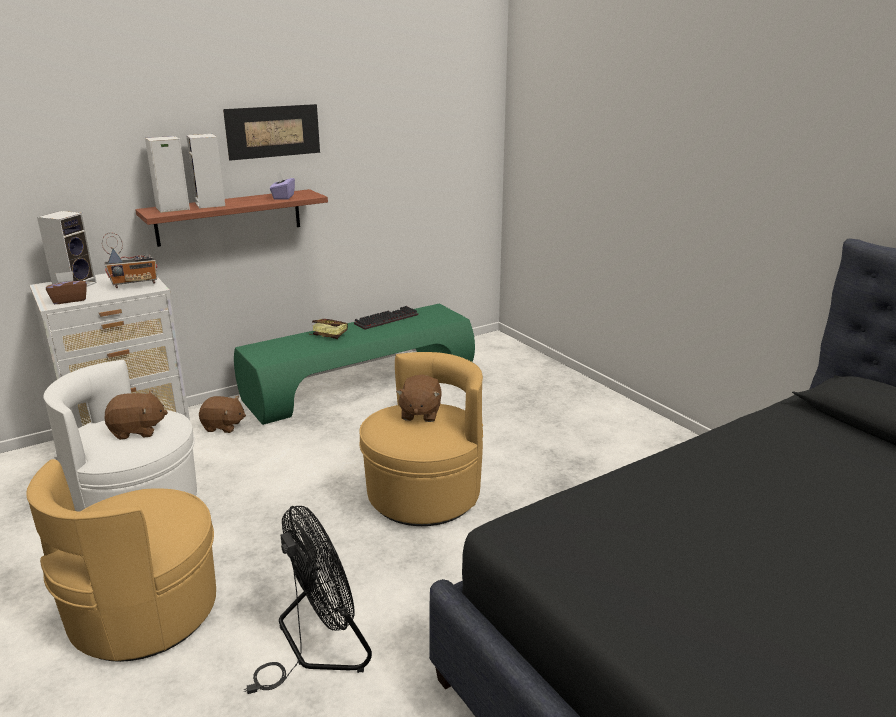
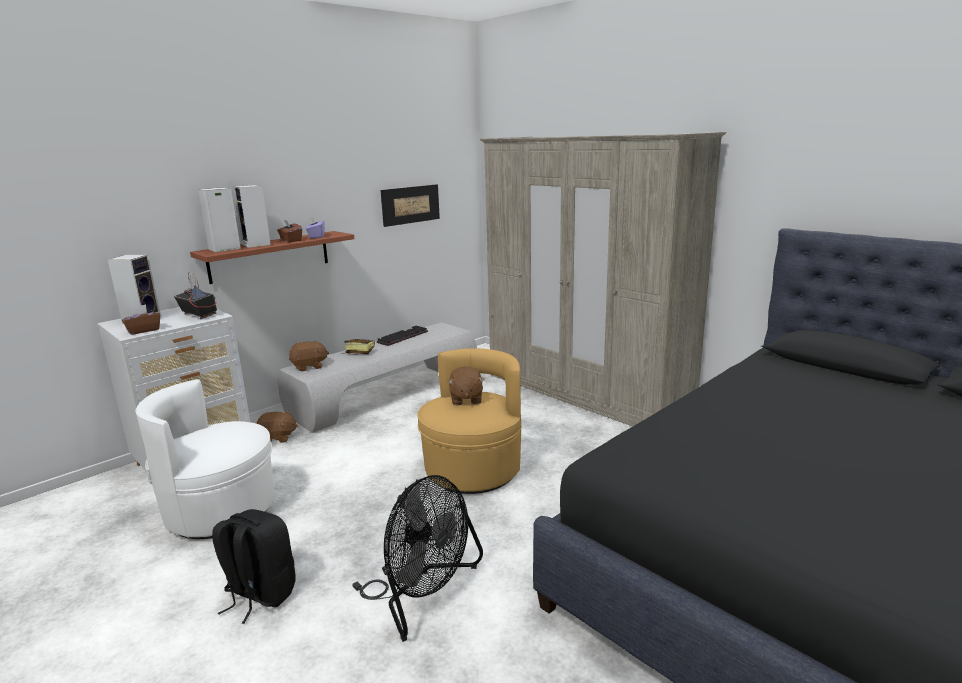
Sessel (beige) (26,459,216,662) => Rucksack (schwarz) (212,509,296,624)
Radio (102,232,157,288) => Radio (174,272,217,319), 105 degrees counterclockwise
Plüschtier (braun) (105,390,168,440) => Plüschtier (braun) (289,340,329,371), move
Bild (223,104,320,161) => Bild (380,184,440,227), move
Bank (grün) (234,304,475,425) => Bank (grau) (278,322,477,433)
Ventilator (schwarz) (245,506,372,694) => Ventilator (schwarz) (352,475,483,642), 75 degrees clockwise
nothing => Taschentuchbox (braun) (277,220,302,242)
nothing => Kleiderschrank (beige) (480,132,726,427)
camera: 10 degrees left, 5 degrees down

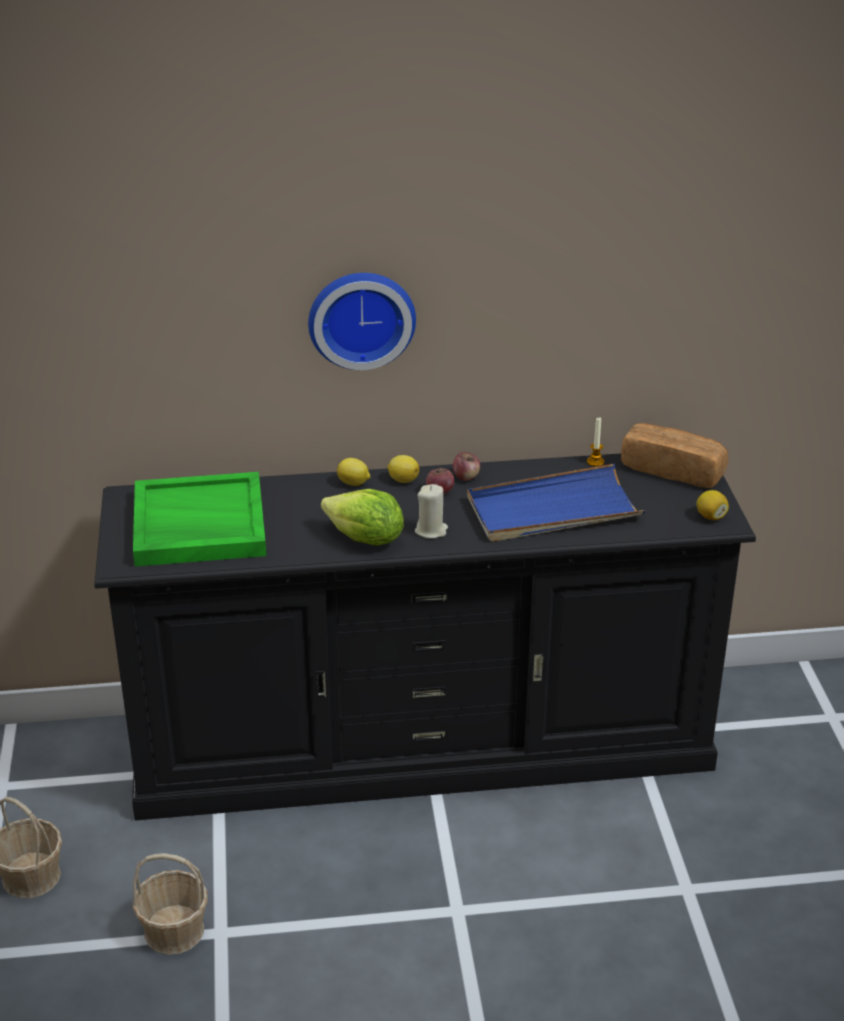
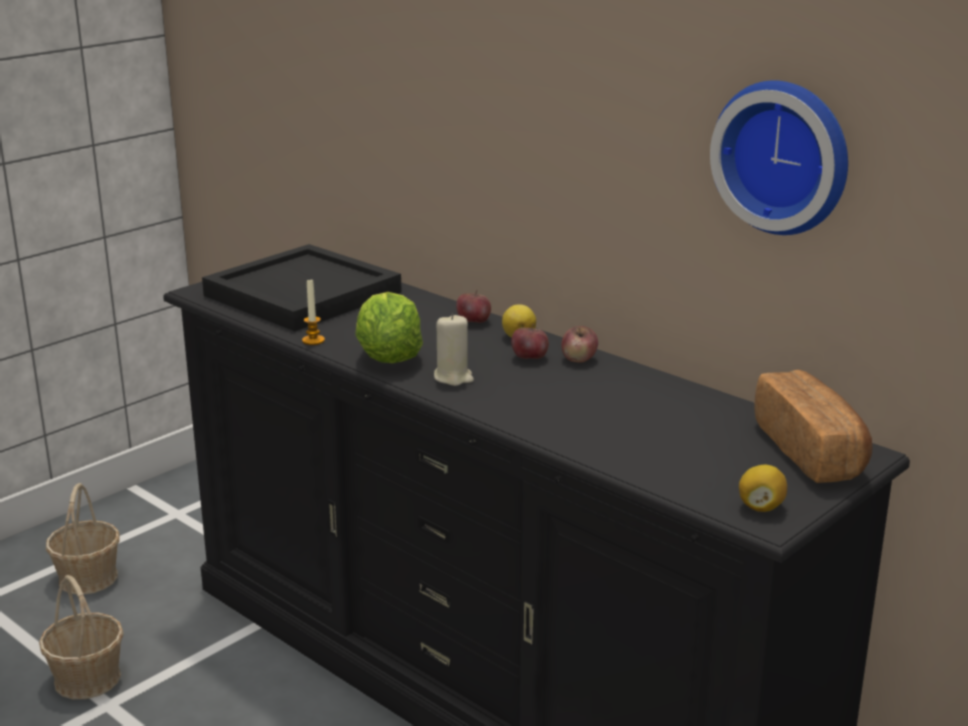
Tablett (grün) (133,472,266,567) => Tablett (schwarz) (202,244,402,331)
Wanduhr (308,273,416,370) => Wanduhr (710,80,848,235), move
Zitrone (337,458,370,486) => Apfel (456,290,491,323)
Tablett (blau) (467,464,646,542) => nothing
Kerze (587,417,605,467) => Kerze (302,280,325,345), move
camera: 50 degrees right, 10 degrees down

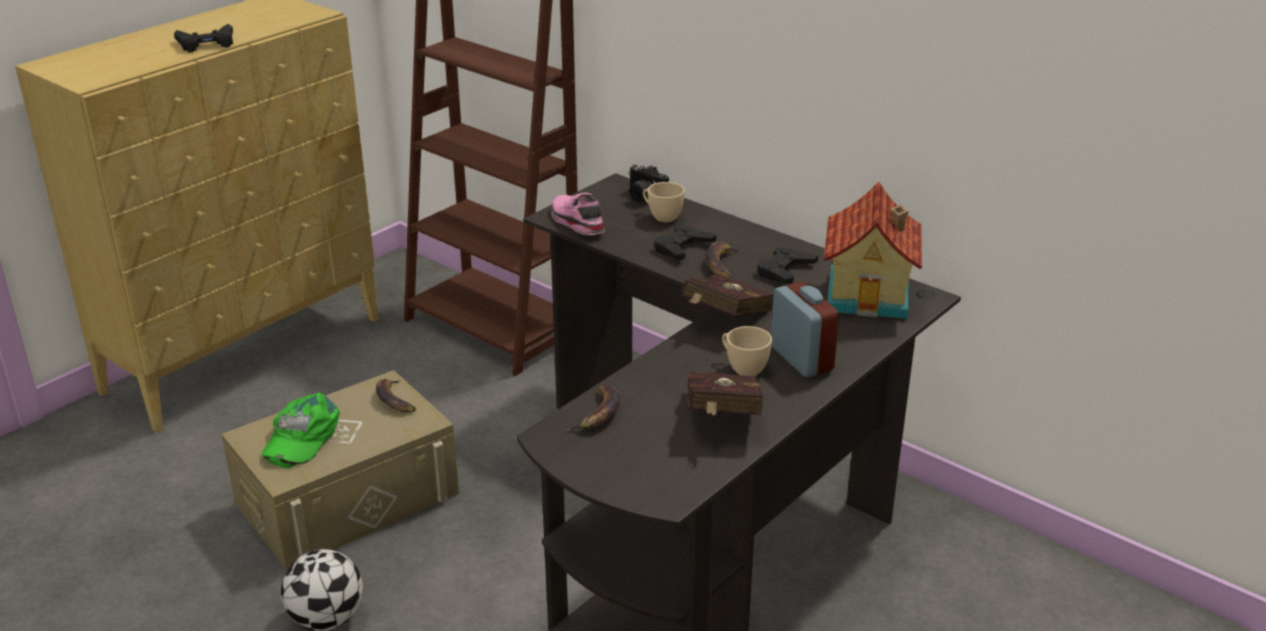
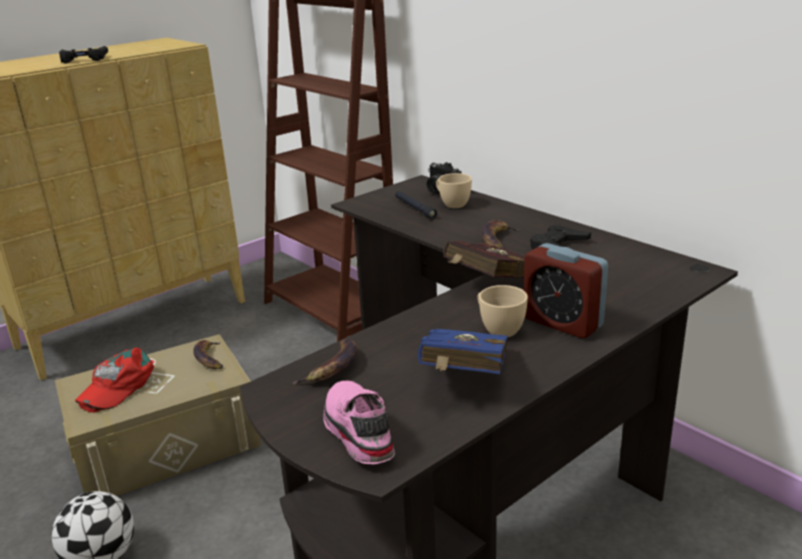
Kappe (grün) (262,393,340,468) => Kappe (rot) (75,348,154,413)
Schuh (rosa) (551,192,605,235) => Schuh (rosa) (323,381,395,464), move
Gamepad (schwarz) (654,225,716,260) => nothing
Buch (rot) (687,372,763,416) => Buch (blau) (418,329,508,374)
Wecker (771,282,839,377) => Wecker (524,243,608,338), 150 degrees clockwise
Spielzeughaus (824,181,922,319) => nothing
nothing => Taschenlampe (schwarz) (395,191,437,220)
camera: 10 degrees right, 5 degrees down

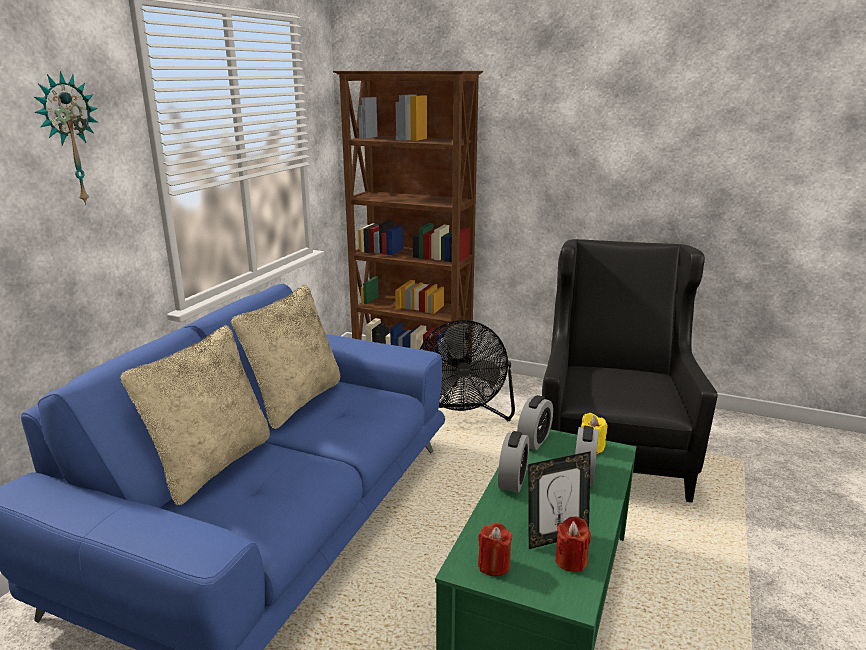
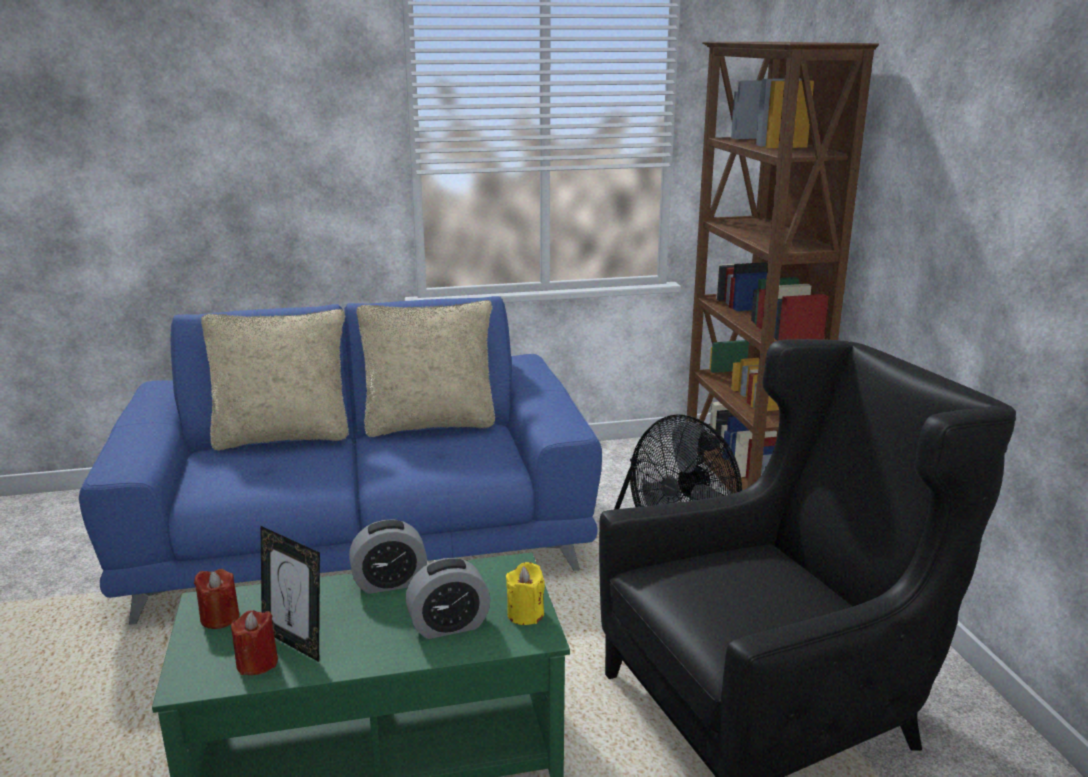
Wanduhr (34,71,98,205) => nothing
Wecker (517,395,553,450) => nothing
camera: 55 degrees right, 0 degrees up

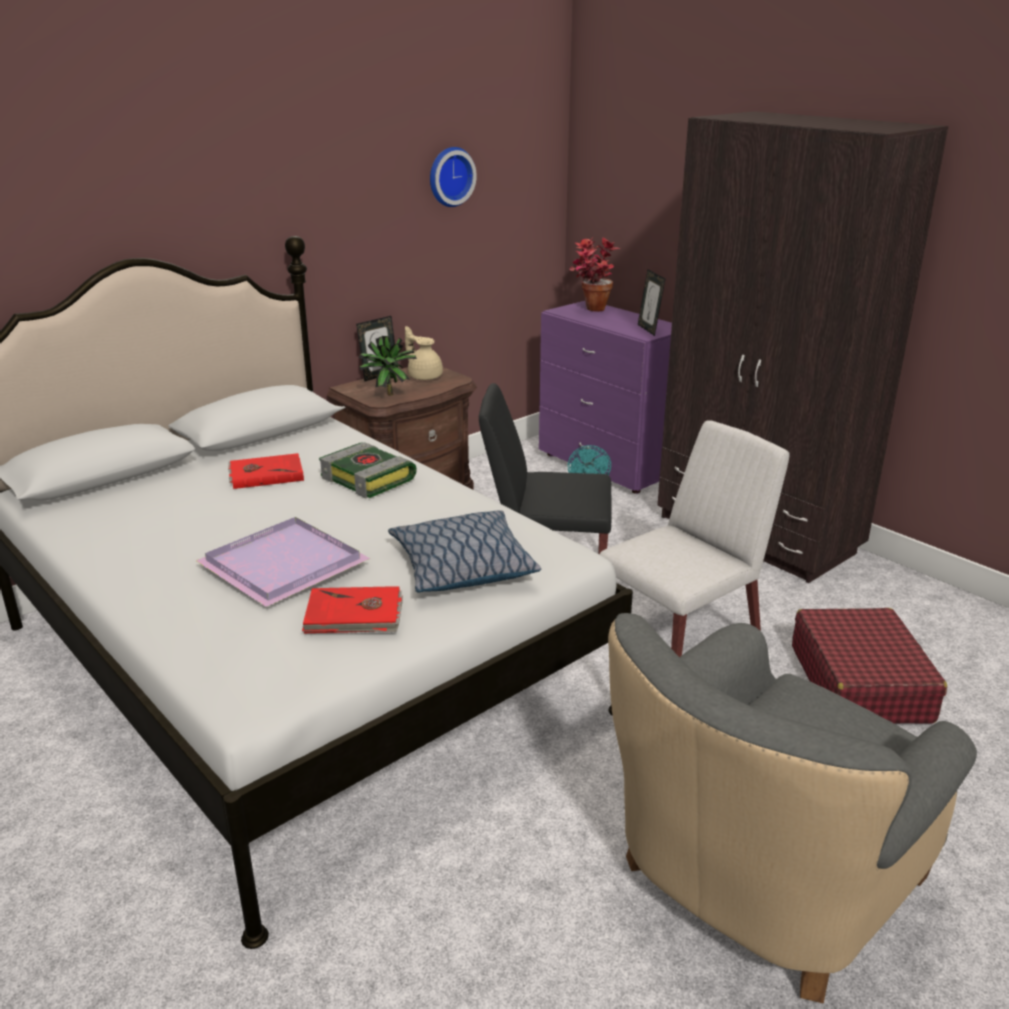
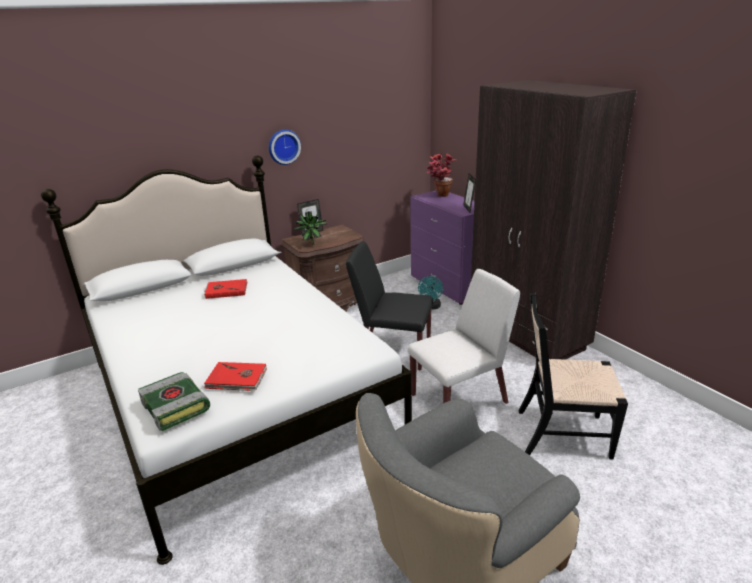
Tablett (lila) (196,517,371,607) => nothing
Buch (319,442,417,498) => Buch (138,372,210,431), move
Kissen (388,511,541,592) => nothing
Teekanne (beige) (405,326,443,380) => nothing
Wanduhr (430,147,477,207) => Wanduhr (269,129,301,165), move
Koffer (rot) (792,608,947,724) => Stuhl (519,293,628,460)
camera: 10 degrees right, 0 degrees up

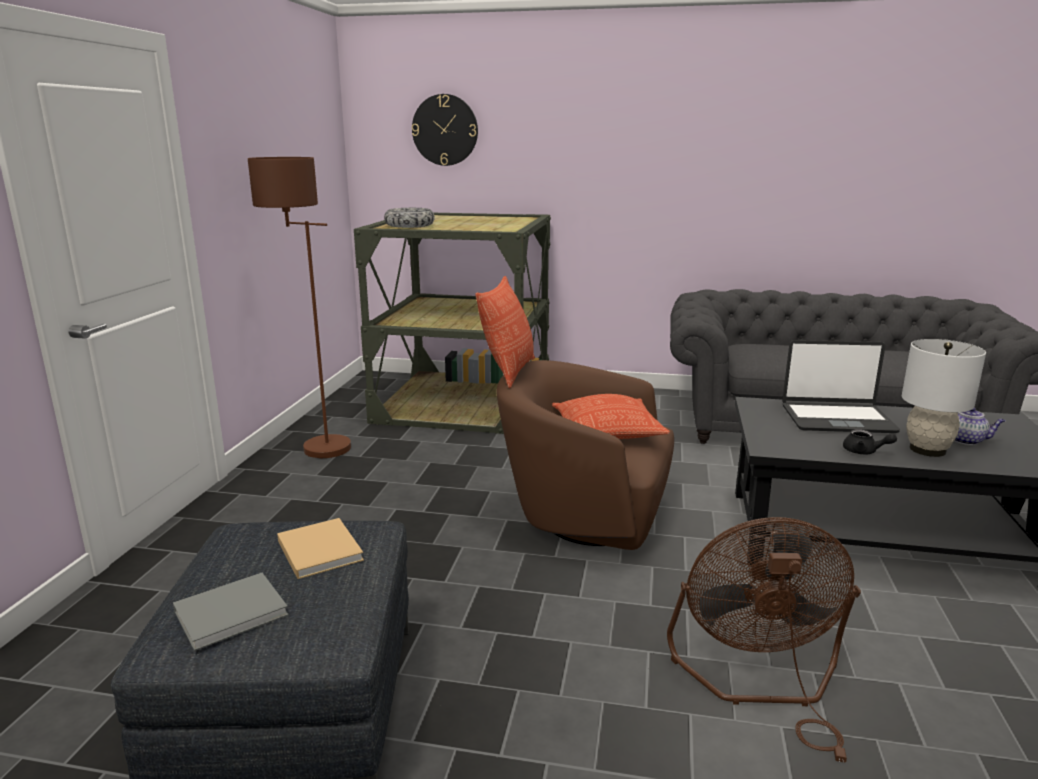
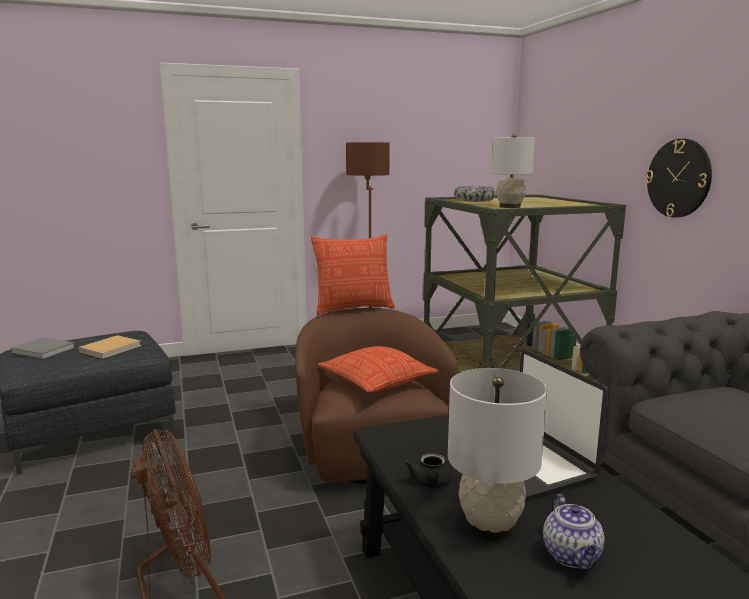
Wanduhr (412,94,478,166) => Wanduhr (646,139,712,218), move
nothing => Tischlampe (weiß) (492,134,535,208)
camera: 60 degrees right, 5 degrees down

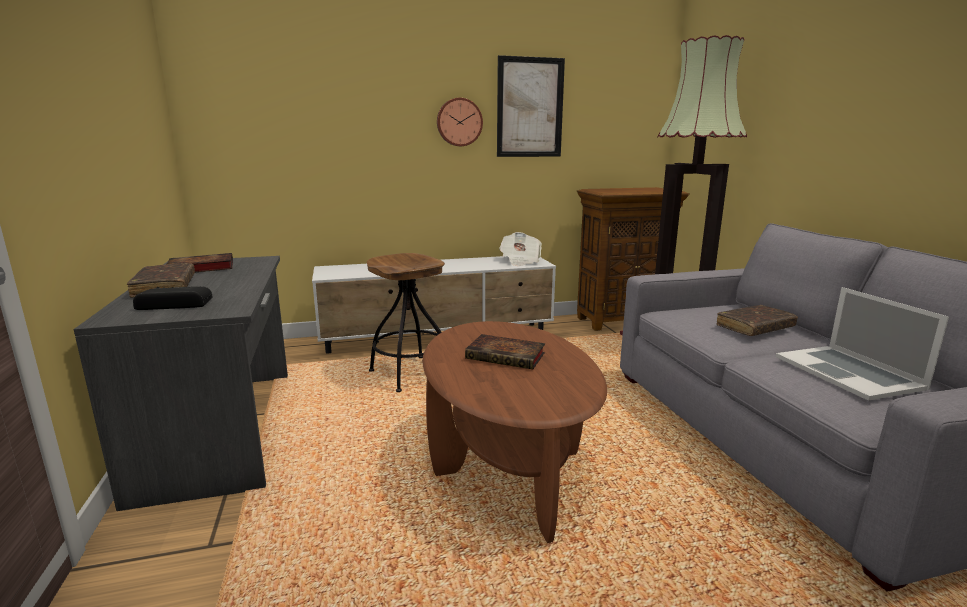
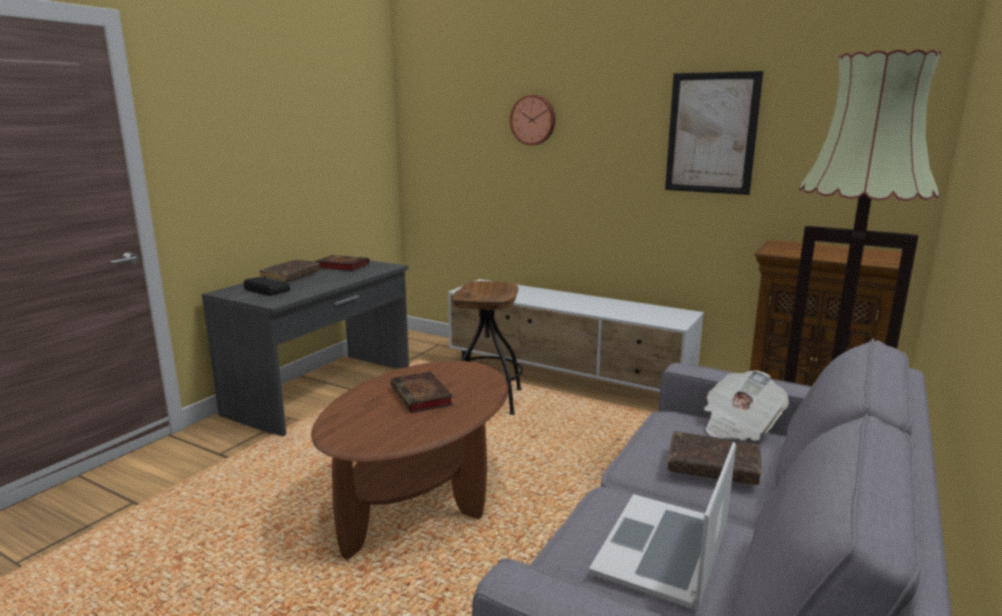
Wanduhr (437,98,483,146) => Wanduhr (510,95,555,145), move
Zeitung (499,232,542,266) => Zeitung (704,370,789,441), move
camera: 45 degrees right, 0 degrees up

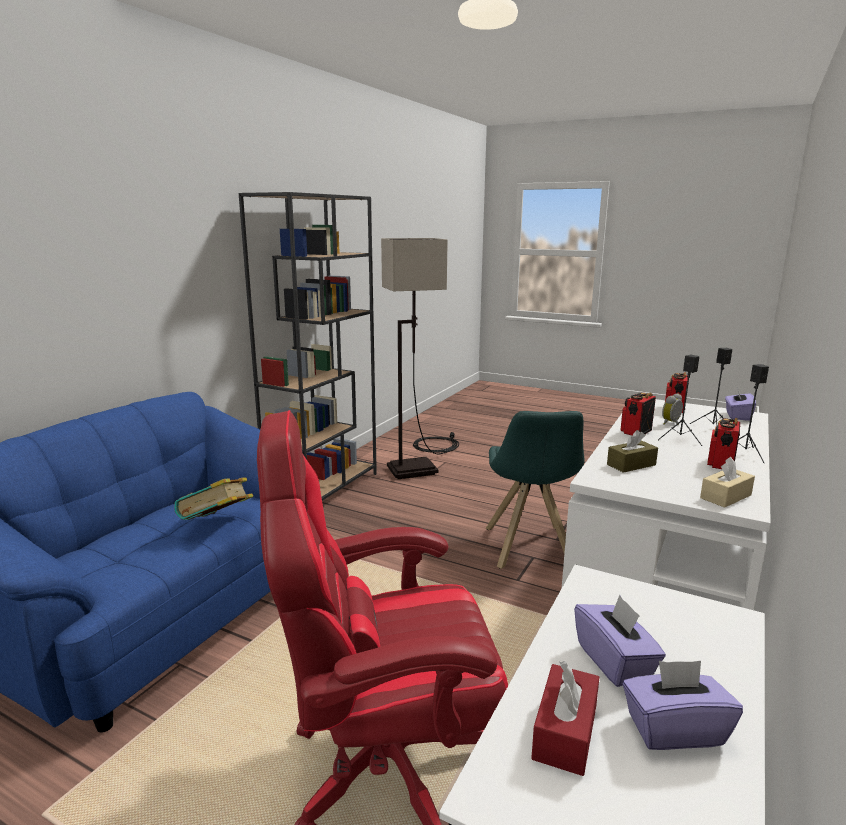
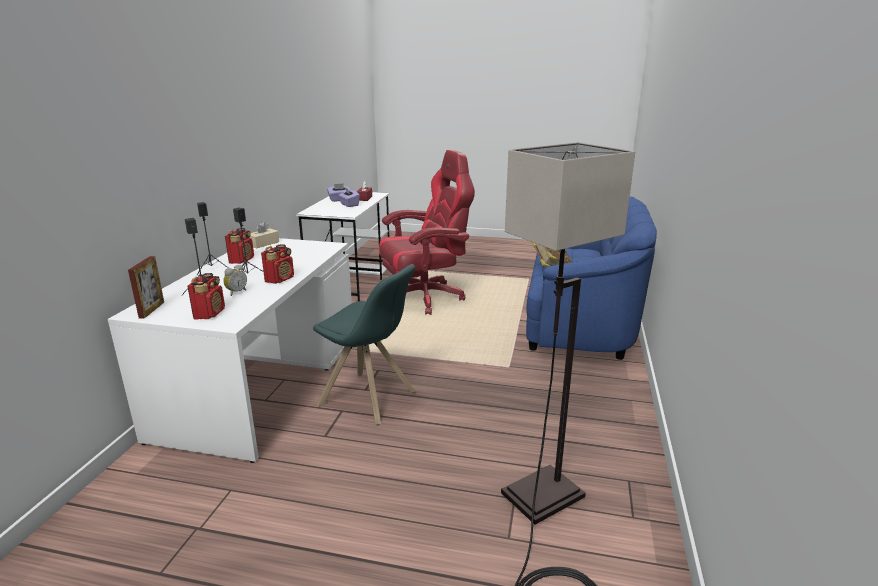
Bücherregal (239,192,377,501) => nothing
Stuhl (türkis) (485,411,585,569) => Stuhl (türkis) (313,264,415,425), 135 degrees clockwise
Taschentuchbox (braun) (607,430,658,473) => nothing
Taschentuchbox (lila) (725,387,756,421) => Bilderrahmen (128,256,164,319)
camera: 165 degrees right, 5 degrees up

